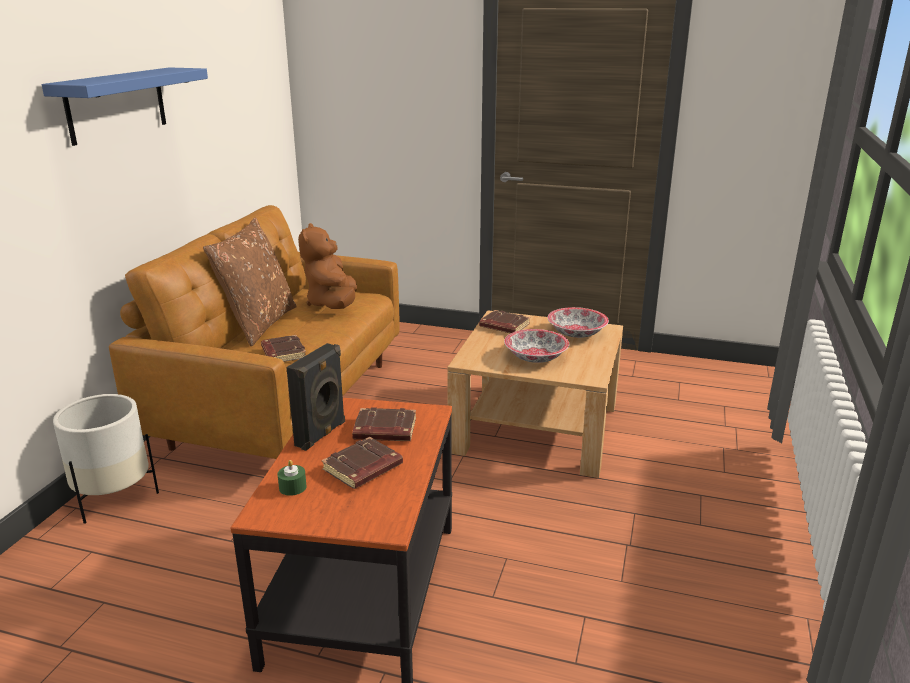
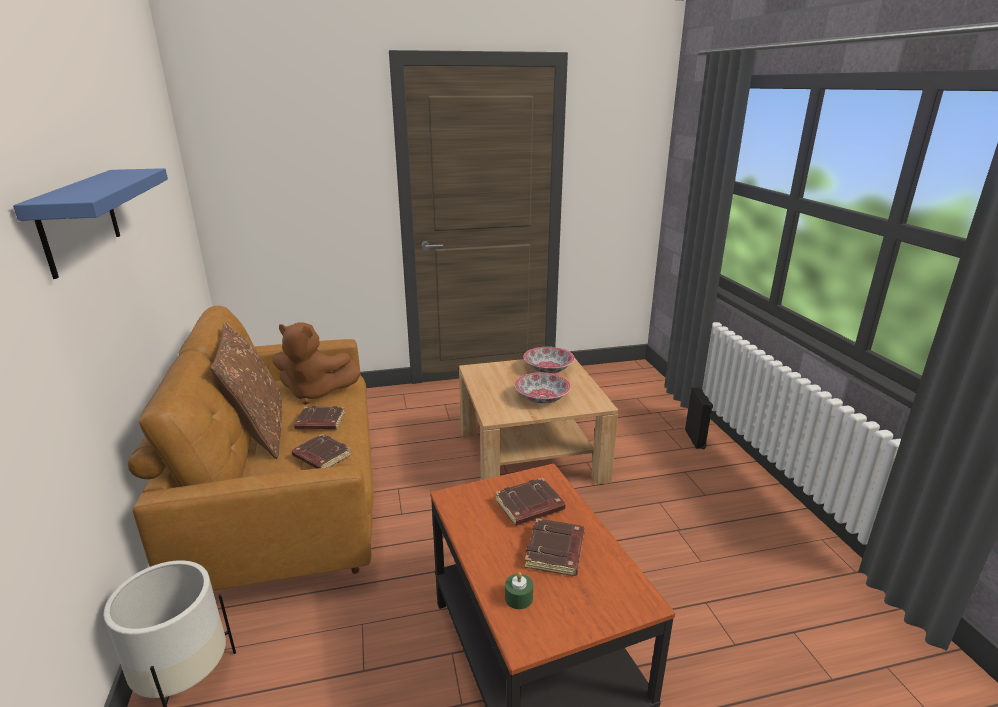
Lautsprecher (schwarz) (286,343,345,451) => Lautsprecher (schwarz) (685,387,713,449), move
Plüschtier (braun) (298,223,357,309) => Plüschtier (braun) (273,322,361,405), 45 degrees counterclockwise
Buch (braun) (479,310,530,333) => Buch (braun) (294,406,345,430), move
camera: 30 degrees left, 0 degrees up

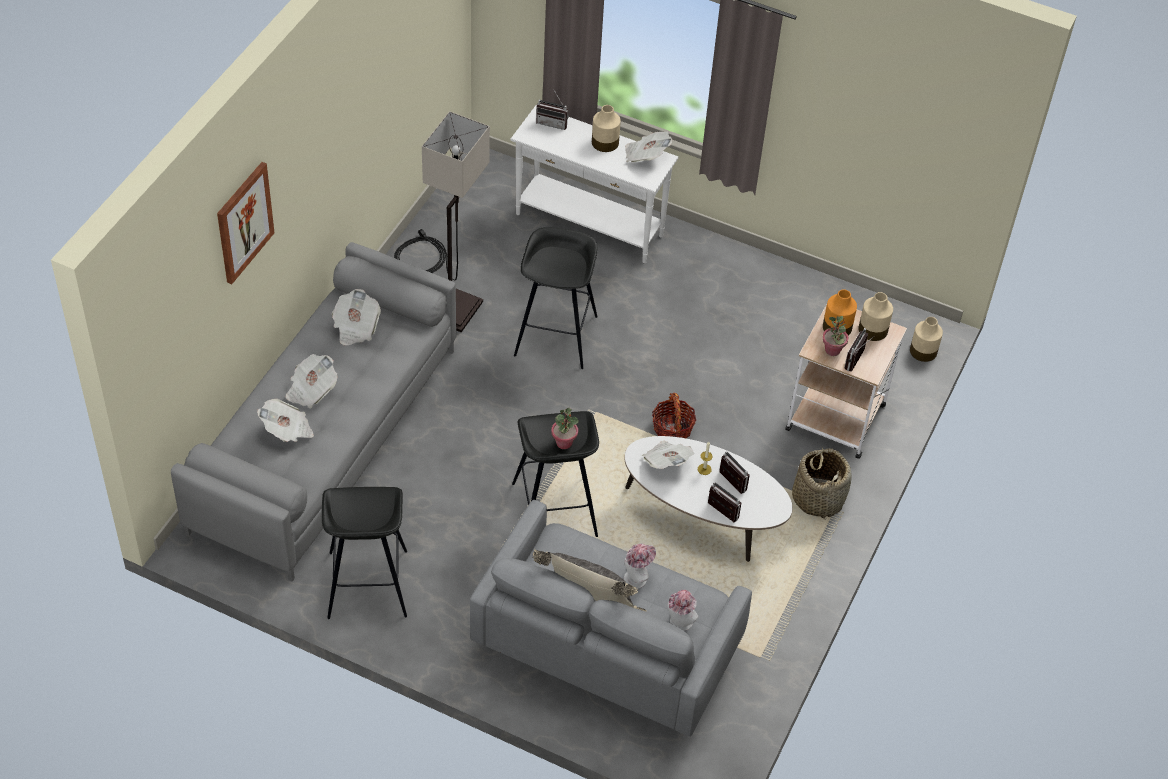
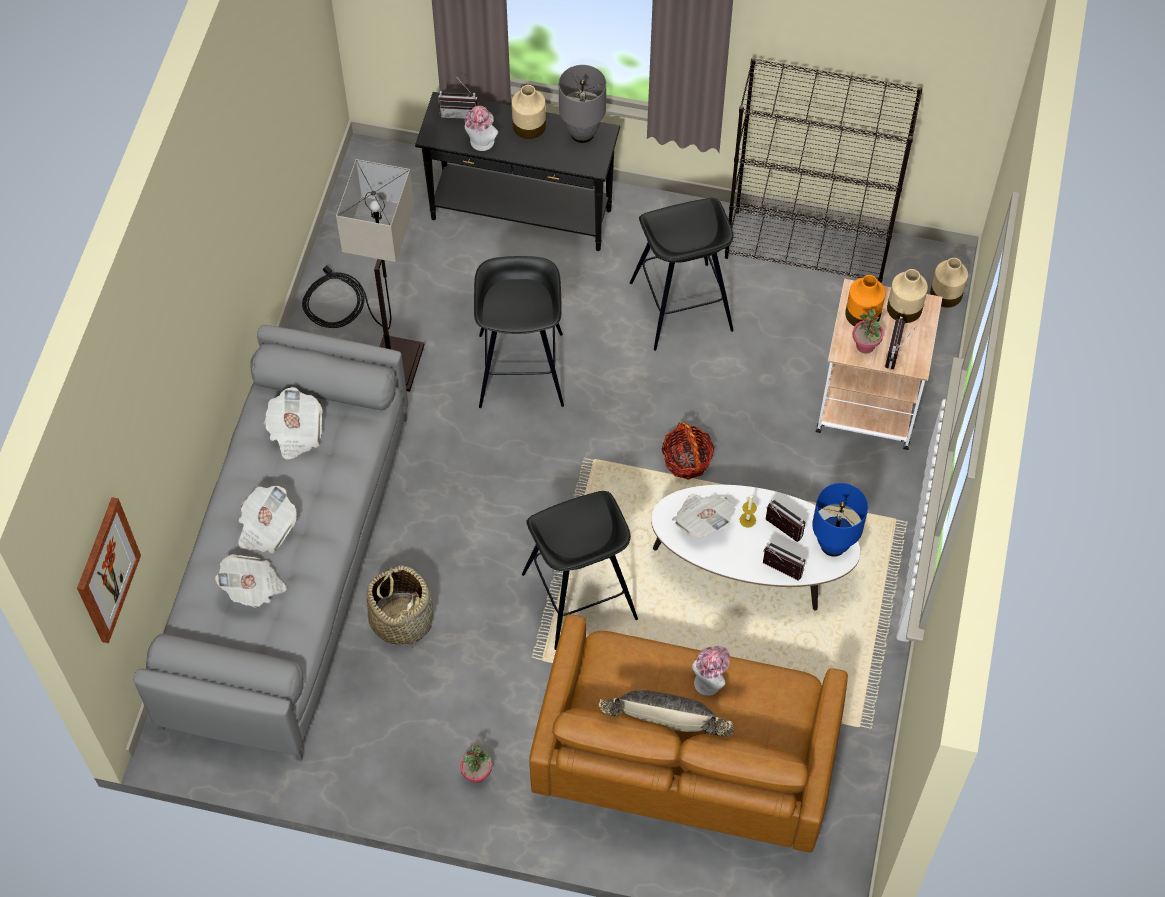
Bild (217,162,274,284) => Bild (77,497,141,643), move
Hocker (schwarz) (322,487,407,619) => Hocker (schwarz) (630,198,734,351), move
Sofa (grau) (470,500,752,737) => Sofa (braun) (529,614,848,853)
Konsolentisch (weiß) (510,105,678,264) => Konsolentisch (schwarz) (415,92,620,251)
Topfpflanze (551,408,579,449) => Topfpflanze (460,745,492,783), move
Zeitung (625,132,672,162) => Tischlampe (grau) (559,65,606,143)
Hut (668,590,698,631) => Hut (465,105,498,151), move
Korb (792,448,852,519) => Korb (367,563,433,648), move
nothing => Bücherregal (schwarz) (725,58,922,283)
nothing => Tischlampe (blau) (812,483,868,557)
camera: 10 degrees left, 10 degrees up

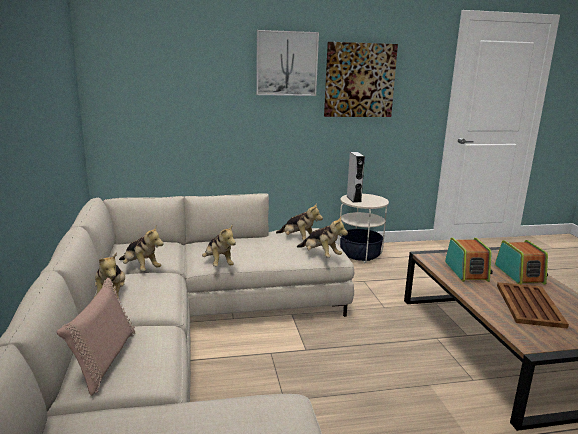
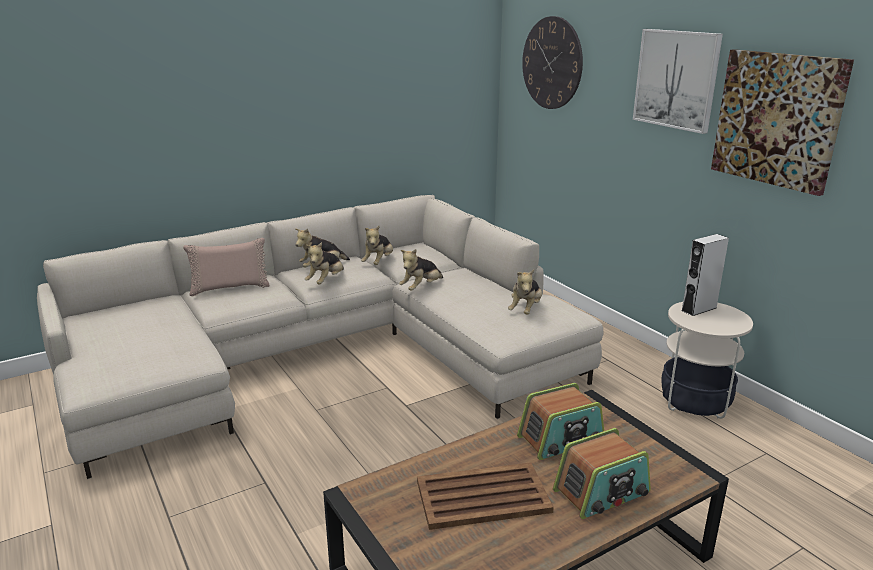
Plüschtier (297,217,348,258) => Plüschtier (305,242,344,284), move
nothing => Wanduhr (522,16,583,109)
camera: 70 degrees right, 5 degrees up

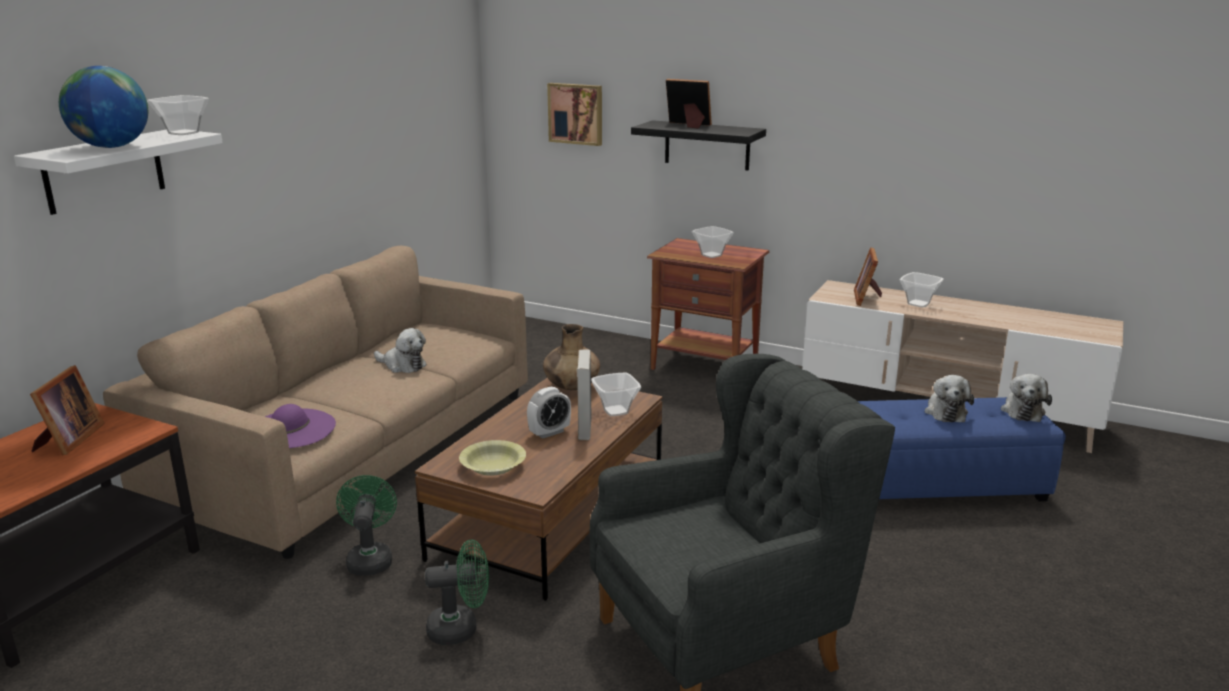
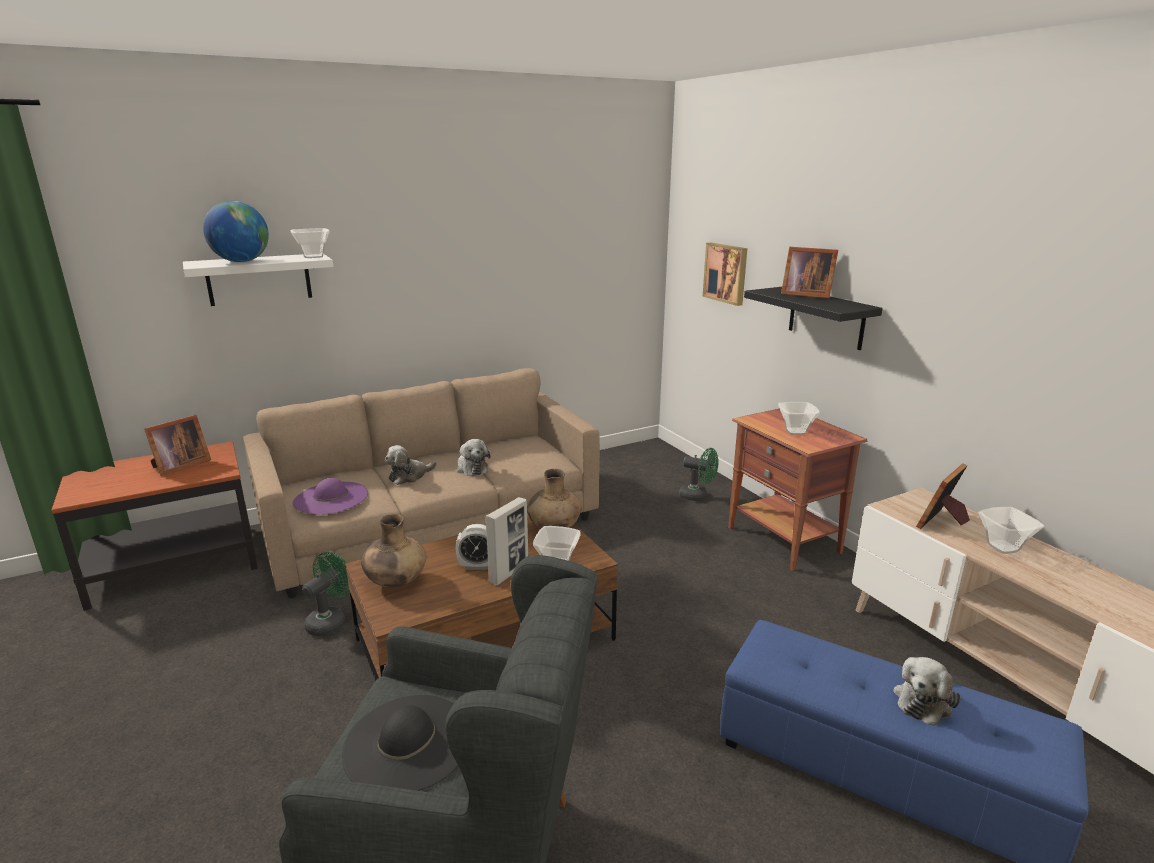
Ventilator (grün) (425,540,489,645) => Ventilator (grün) (679,448,719,501), move
Schüssel (gelb) (459,440,526,476) => Vase (braun) (361,514,426,587)
Bilderrahmen (666,79,712,129) => Bilderrahmen (781,247,838,299), 150 degrees clockwise
Plüschtier (1001,374,1052,422) => Plüschtier (385,445,437,485), move
nothing => Hut (schwarz) (342,695,458,791)
camera: 35 degrees right, 0 degrees up

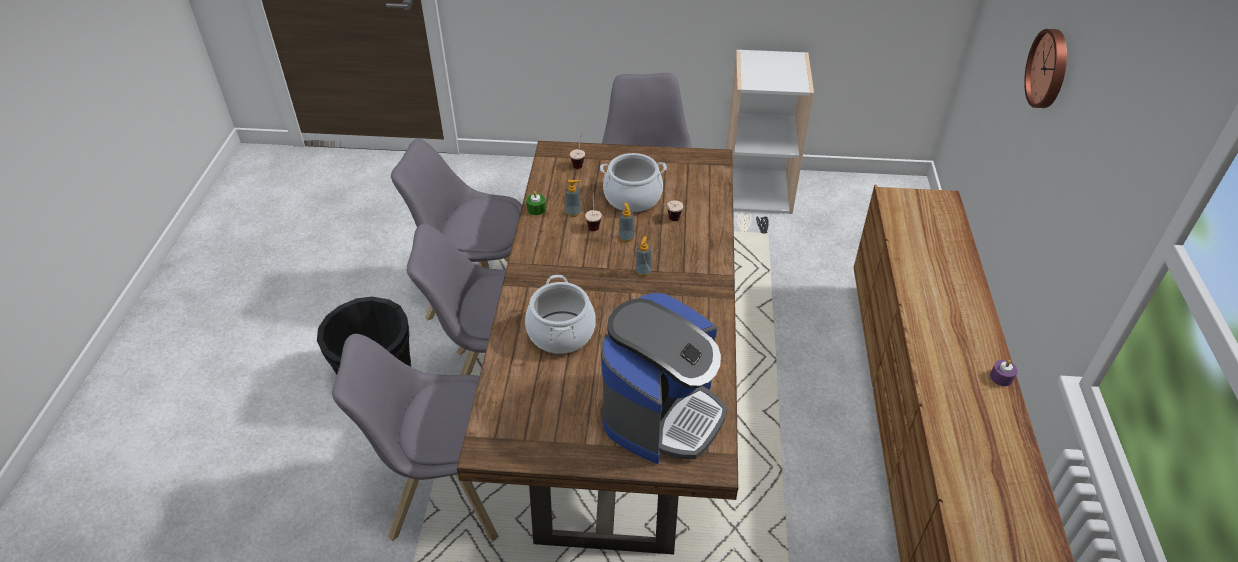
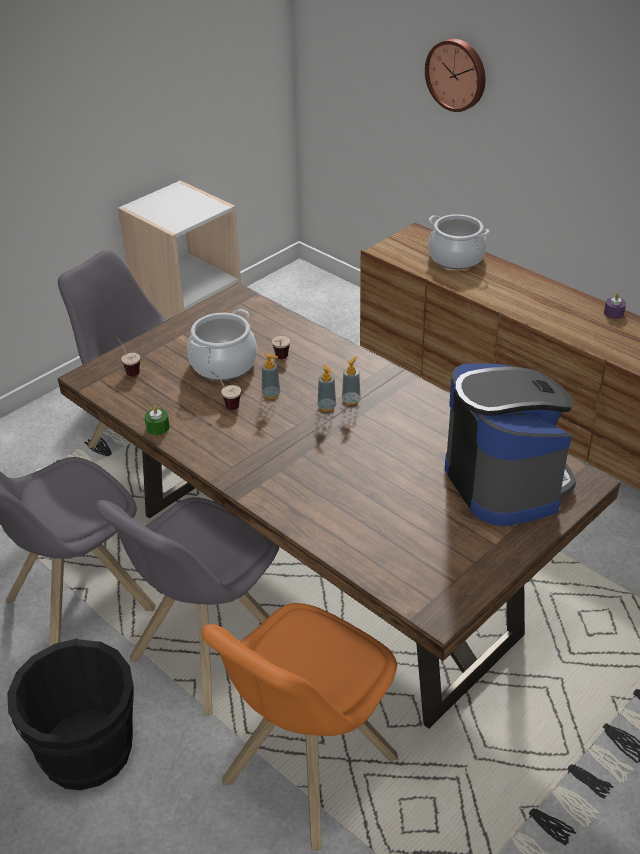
Stuhl (grau) (332,334,499,541) => Stuhl (orange) (202,603,398,850)
Kochtopf (525,275,596,354) => Kochtopf (428,214,489,269), move
Seifenspender (565,180,581,217) => Seifenspender (342,356,361,405), move
camera: 50 degrees left, 5 degrees down

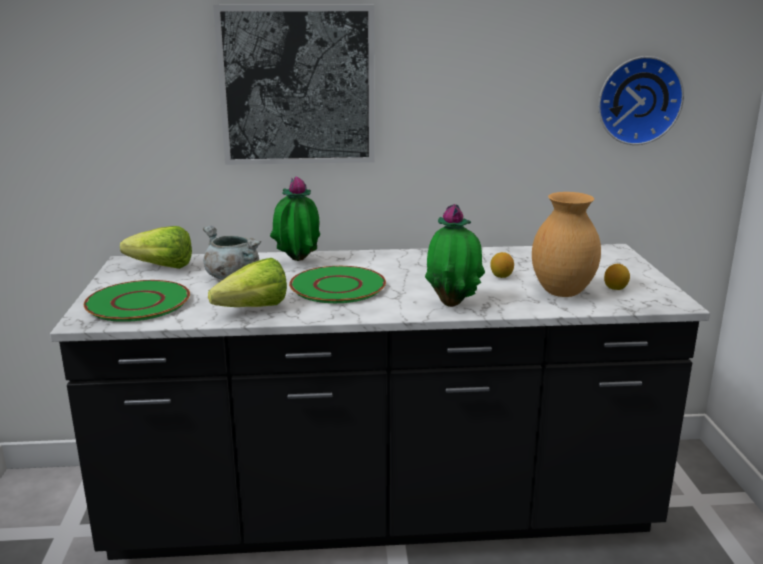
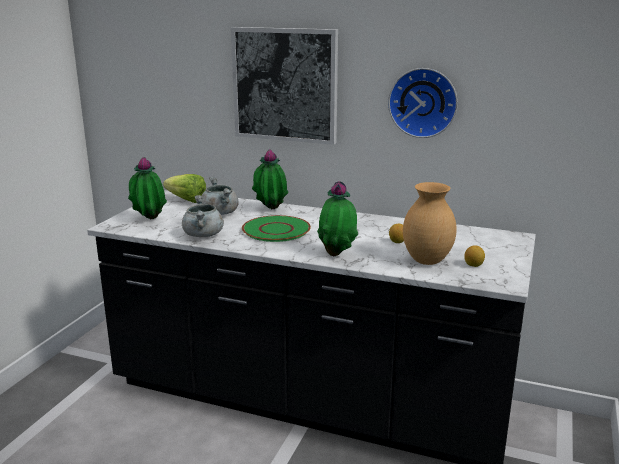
Teller (grün) (84,280,190,322) => Topfpflanze (128,157,167,219)
Salatkopf (208,258,287,307) => Kochtopf (grau) (182,195,224,237)
Wanduhr (598,56,684,145) => Wanduhr (388,68,458,138), move
camera: 25 degrees right, 0 degrees up

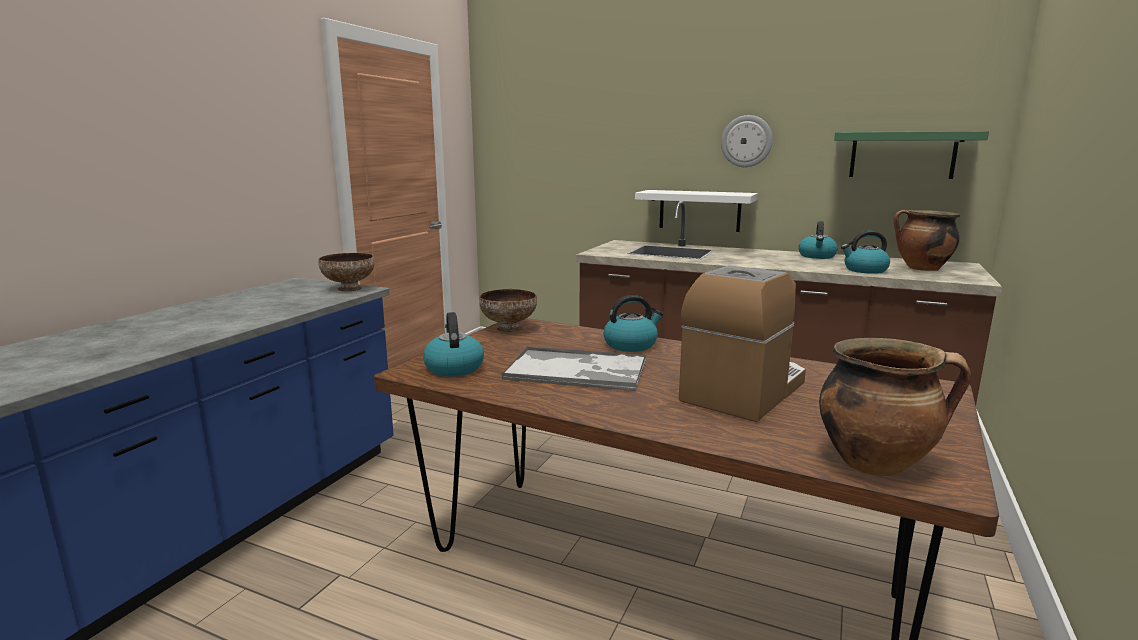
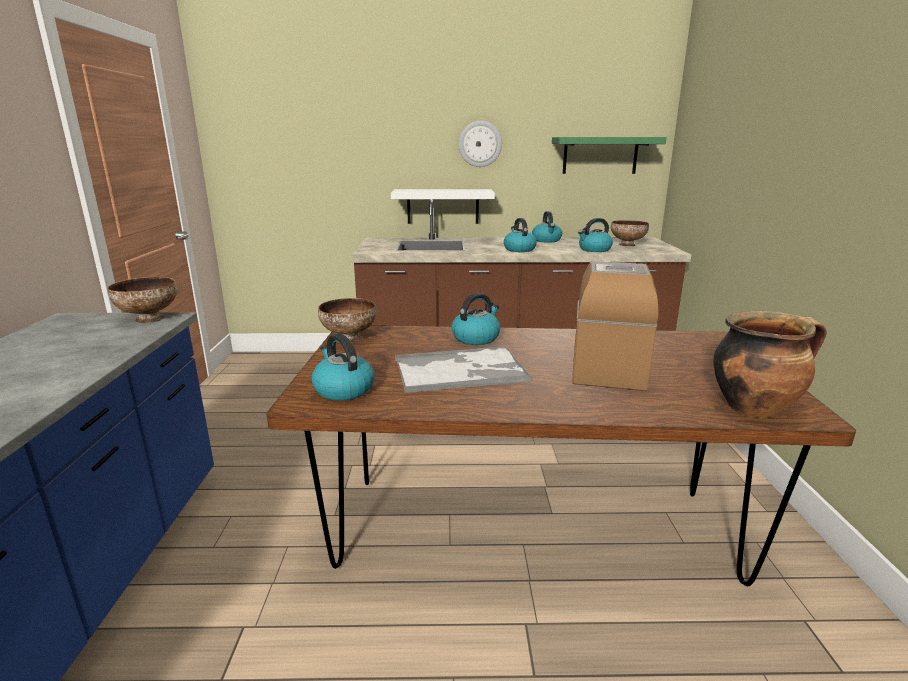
Kochtopf (893,209,960,271) => Schüssel (611,220,649,246)
nothing => Wasserkessel (504,218,537,252)
camera: 25 degrees left, 5 degrees up

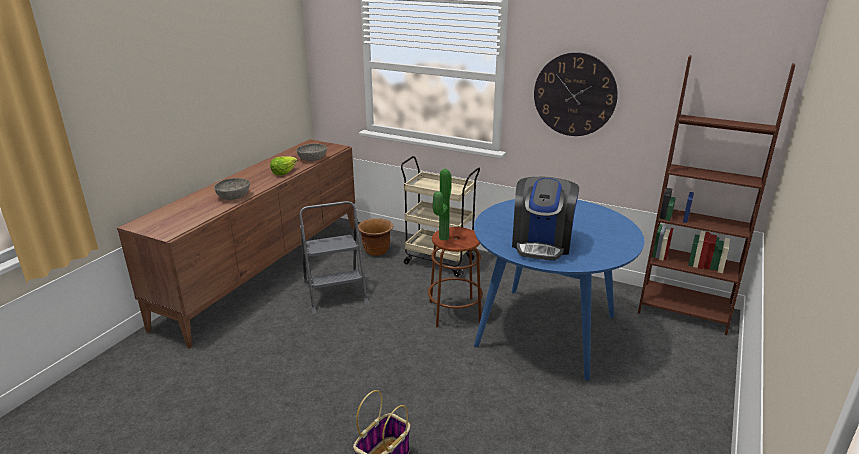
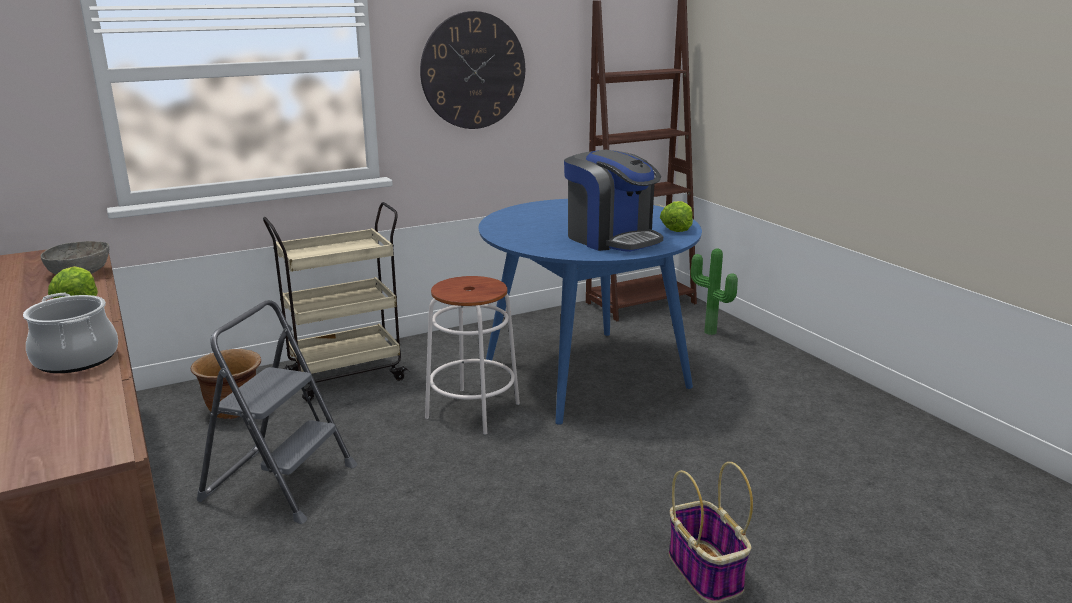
Schüssel (grau) (214,178,250,200) => Kochtopf (23,293,118,373)
Hocker (braun) (428,227,483,327) => Hocker (weiß) (425,276,520,435)
Topfpflanze (433,169,452,241) => Topfpflanze (690,249,738,335), move
nothing => Salatkopf (660,201,693,232)
camera: 55 degrees left, 5 degrees down

